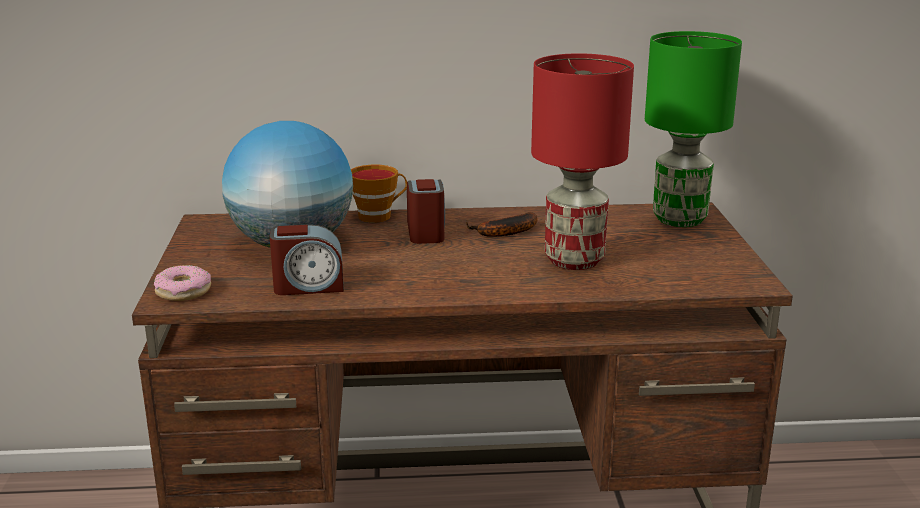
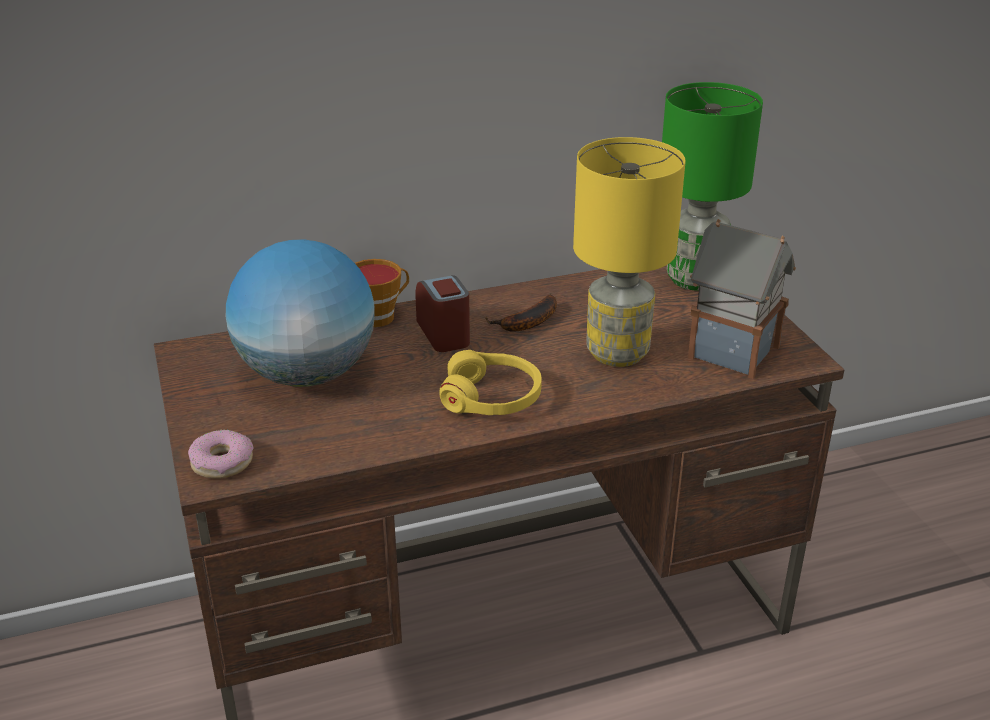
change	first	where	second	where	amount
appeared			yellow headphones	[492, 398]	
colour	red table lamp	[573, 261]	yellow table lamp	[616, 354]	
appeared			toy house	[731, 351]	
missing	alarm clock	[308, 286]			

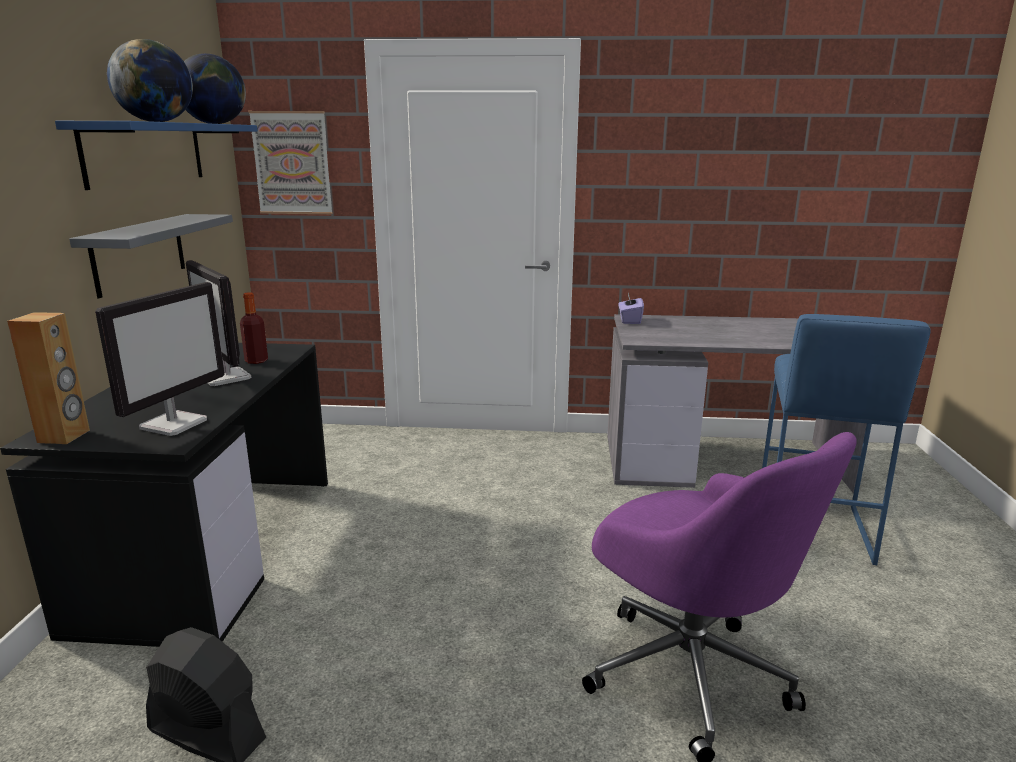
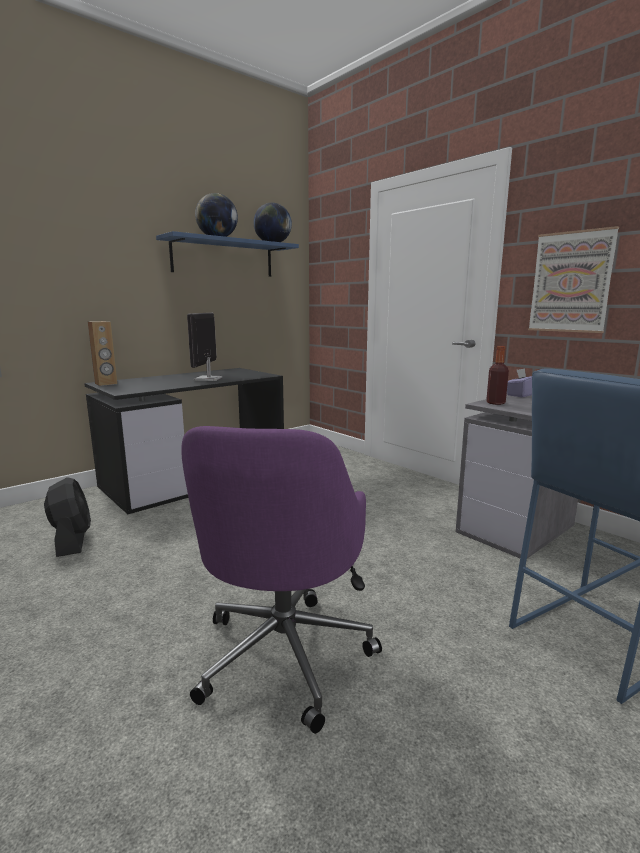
change	first	where	second	where	amount
relocated	bottle	[256, 361]		[495, 403]	
relocated	picture	[292, 163]		[571, 282]	
missing	grey shelf	[140, 253]			
missing	monitor	[174, 424]			

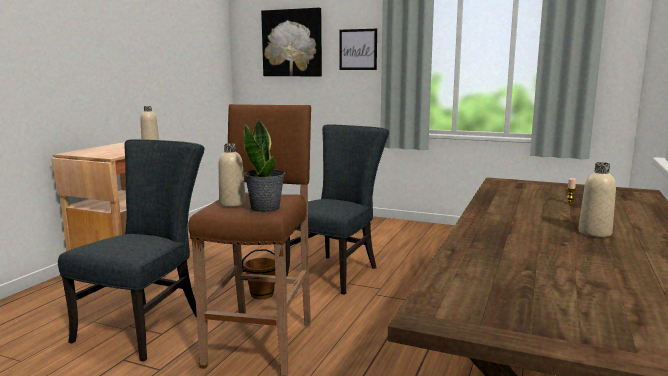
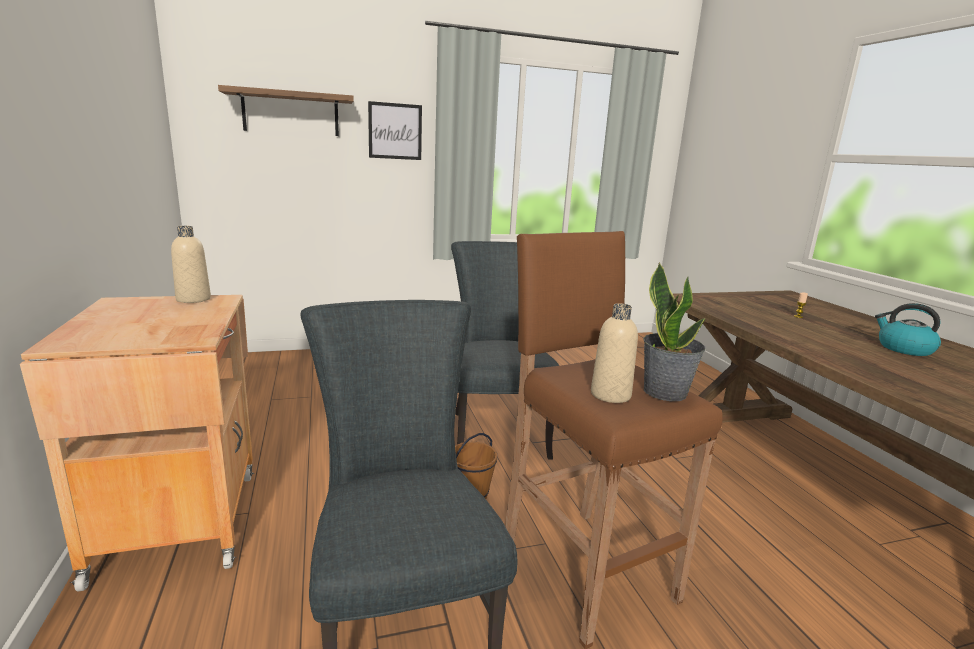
change	first	where	second	where	amount
exchanged	picture	[292, 43]	shelf	[291, 113]	
exchanged	beige bottle	[594, 233]	kettle	[903, 349]	

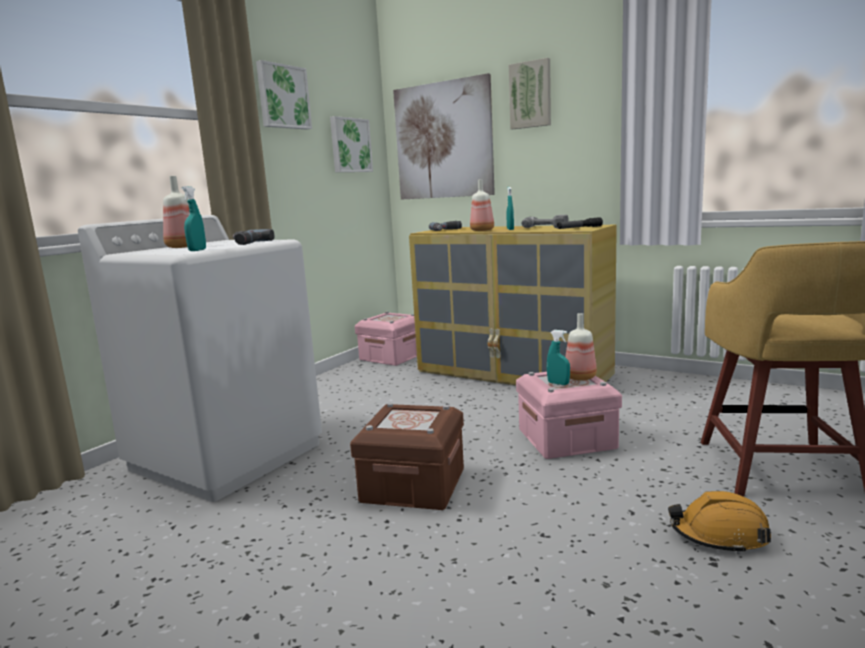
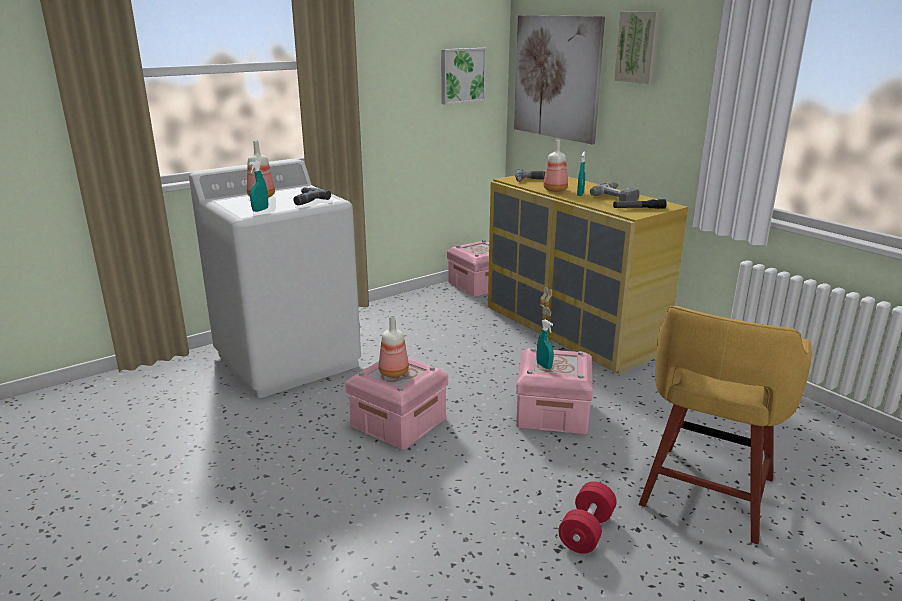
change	first	where	second	where	amount
colour	brown storage box	[413, 485]	pink storage box	[398, 423]	
relocated	bottle	[579, 377]		[392, 372]	
exchanged	orange hard hat	[719, 535]	red dumbbell	[586, 531]	
missing	picture	[282, 97]			

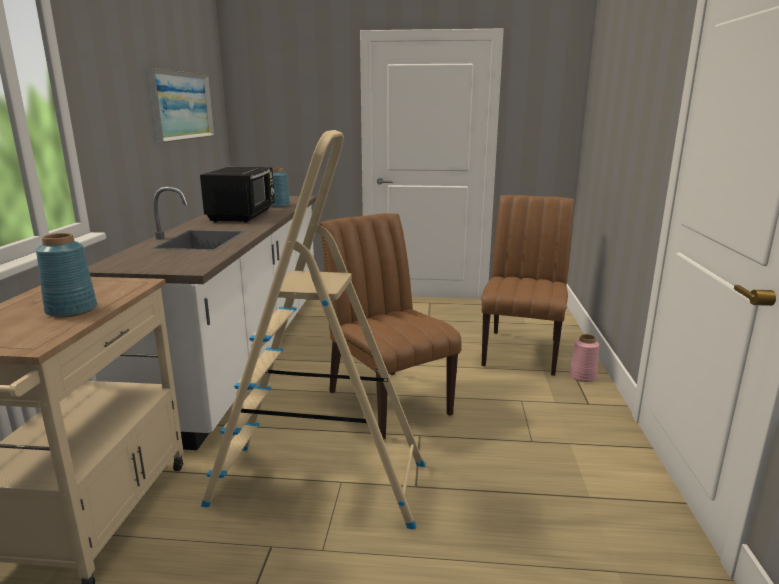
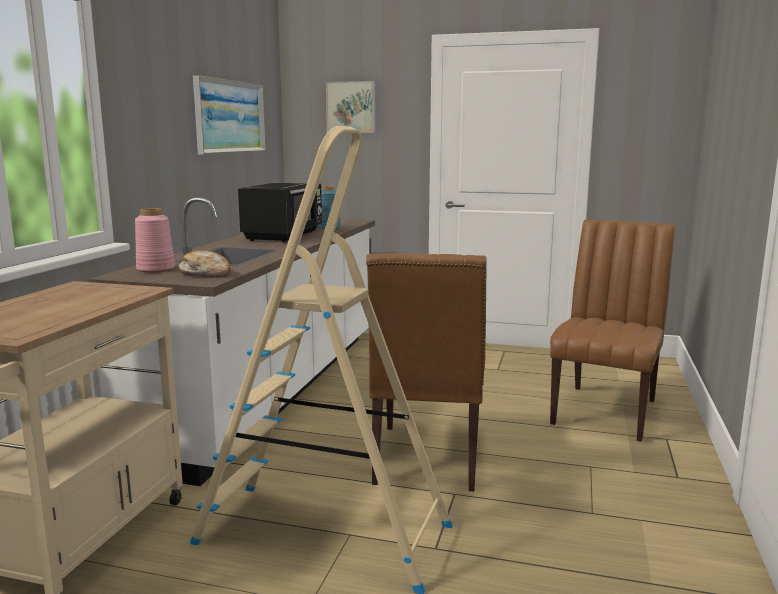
change	first	where	second	where	amount
relocated	pink vase	[583, 377]		[155, 269]	
appeared			bread	[206, 273]	
appeared			picture	[351, 107]	
spun	brown chair	[389, 403]		[427, 456]	150 degrees counterclockwise
missing	blue vase	[71, 310]			

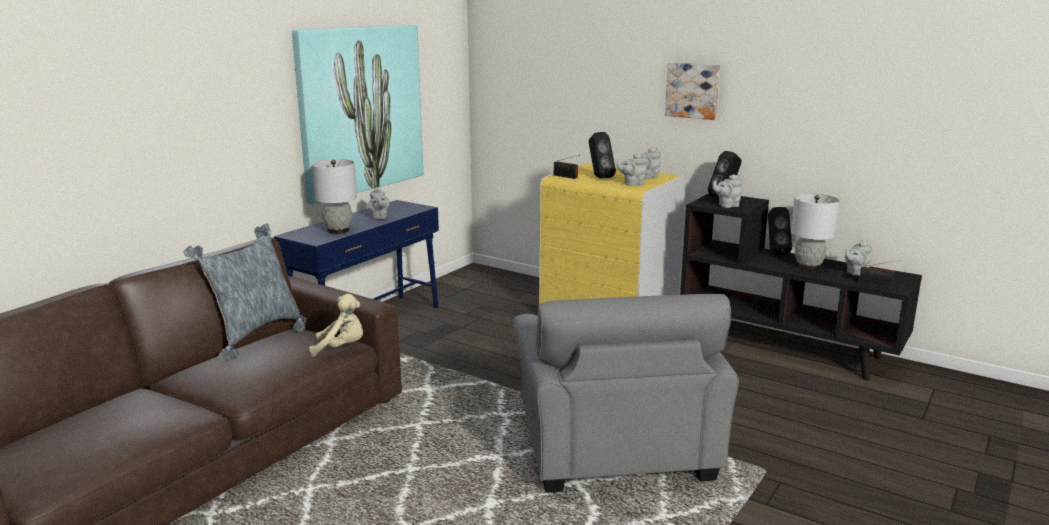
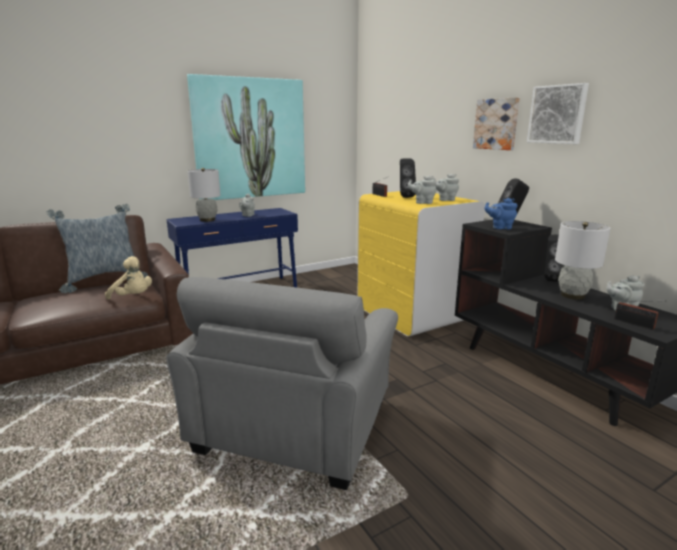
change	first	where	second	where	amount
colour	grey teapot	[727, 205]	blue teapot	[500, 227]	
appeared			picture	[557, 114]	

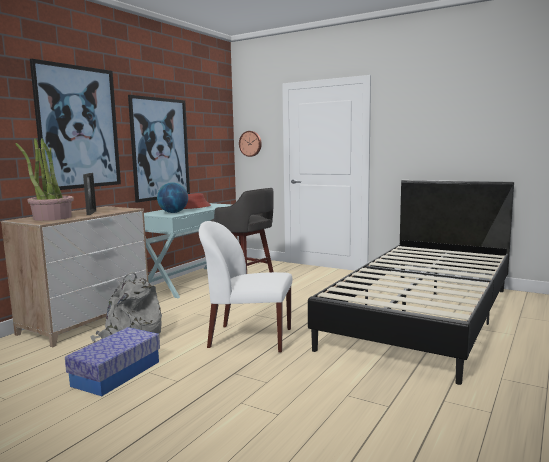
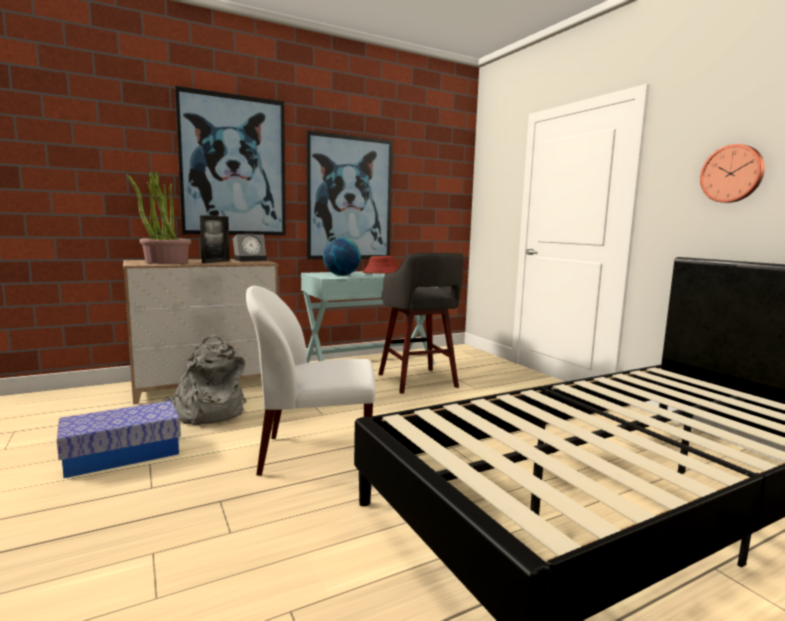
change	first	where	second	where	amount
appeared			alarm clock	[251, 260]	
spun	white chair	[248, 338]		[314, 454]	45 degrees counterclockwise
relocated	wall clock	[250, 143]		[732, 174]	

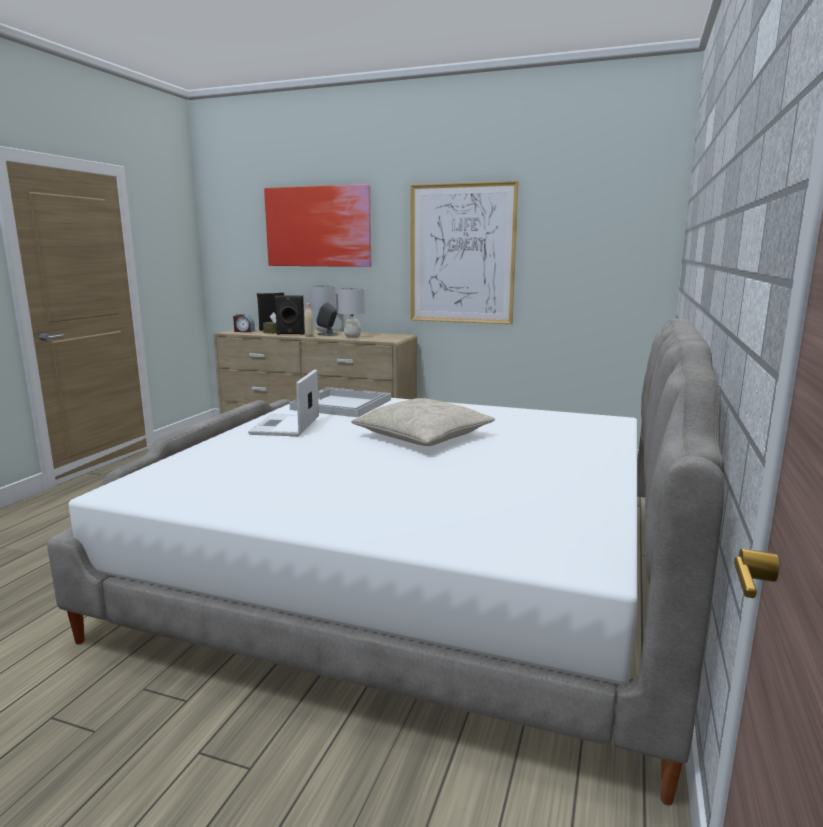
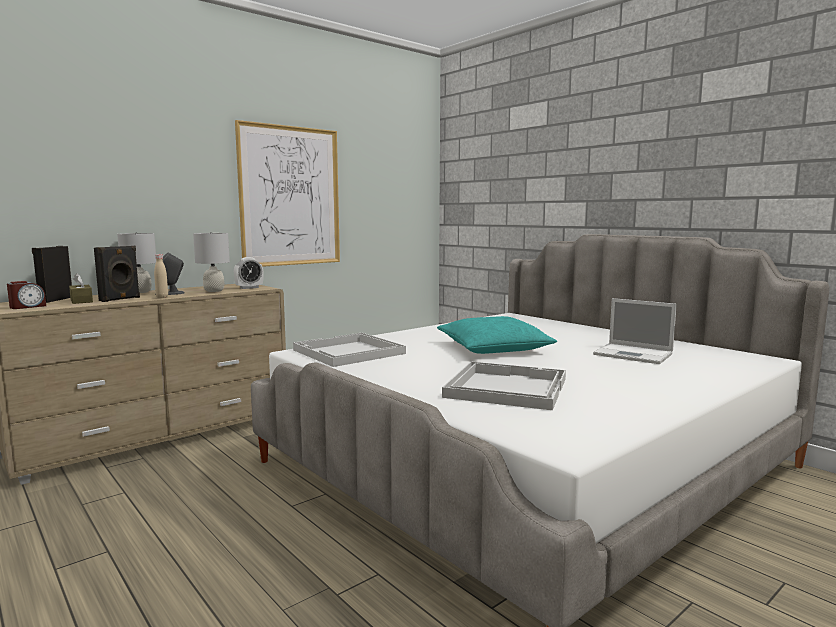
change	first	where	second	where	amount
appeared			alarm clock	[249, 288]	
colour	beige pillow	[423, 436]	turquoise pillow	[494, 348]	
appeared			white tray	[506, 387]	
relocated	laptop	[285, 426]		[634, 354]	
missing	picture	[318, 227]			

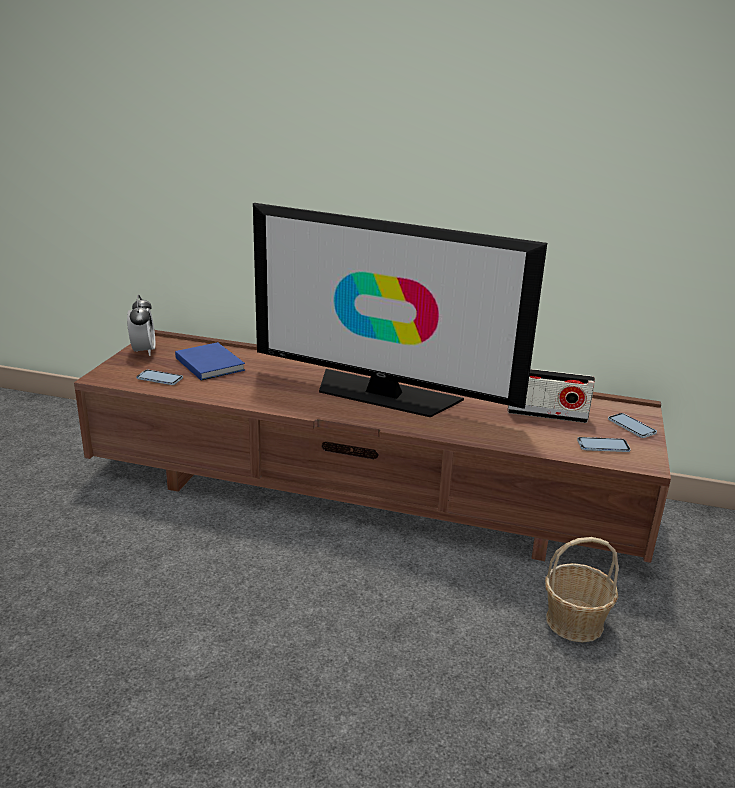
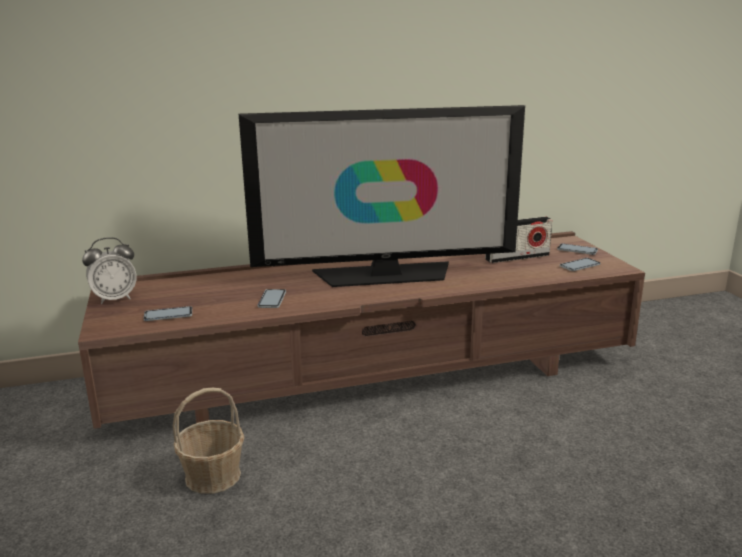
change	first	where	second	where	amount
spun	alarm clock	[143, 351]		[115, 299]	105 degrees clockwise
relocated	basket	[575, 622]		[213, 476]	
appeared			phone	[272, 300]	
missing	blue book	[210, 363]			

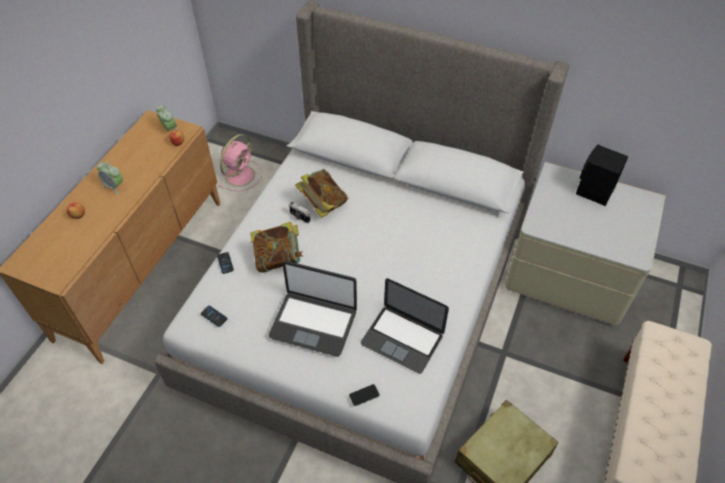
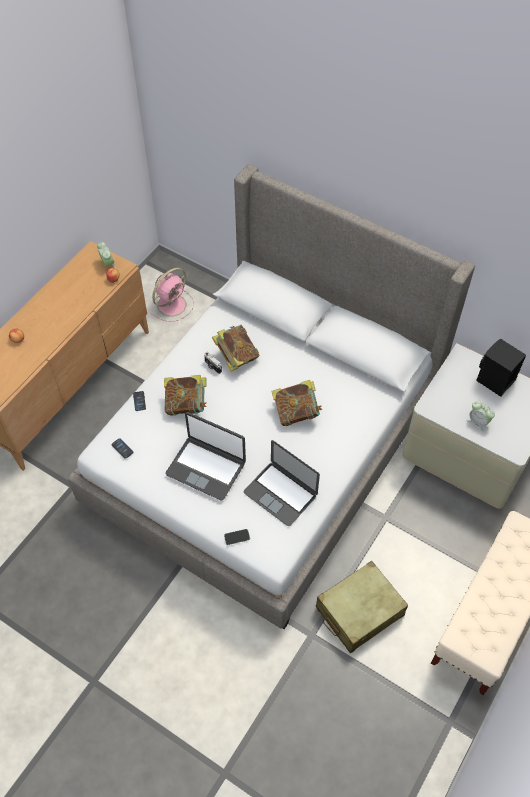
change	first	where	second	where	amount
appeared			book	[296, 412]	
relocated	alarm clock	[114, 186]		[478, 422]	

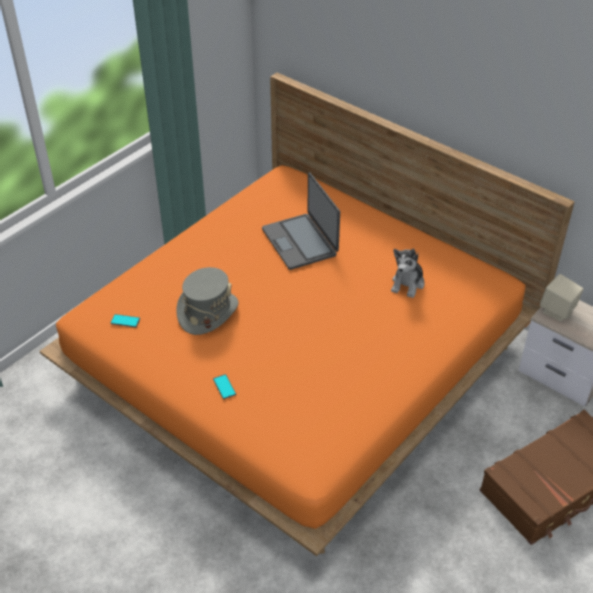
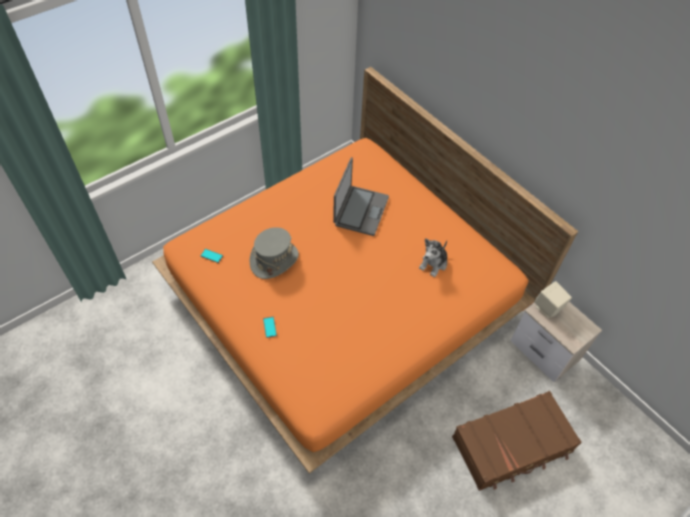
change	first	where	second	where	amount
spun	laptop	[300, 242]		[360, 211]	150 degrees counterclockwise

